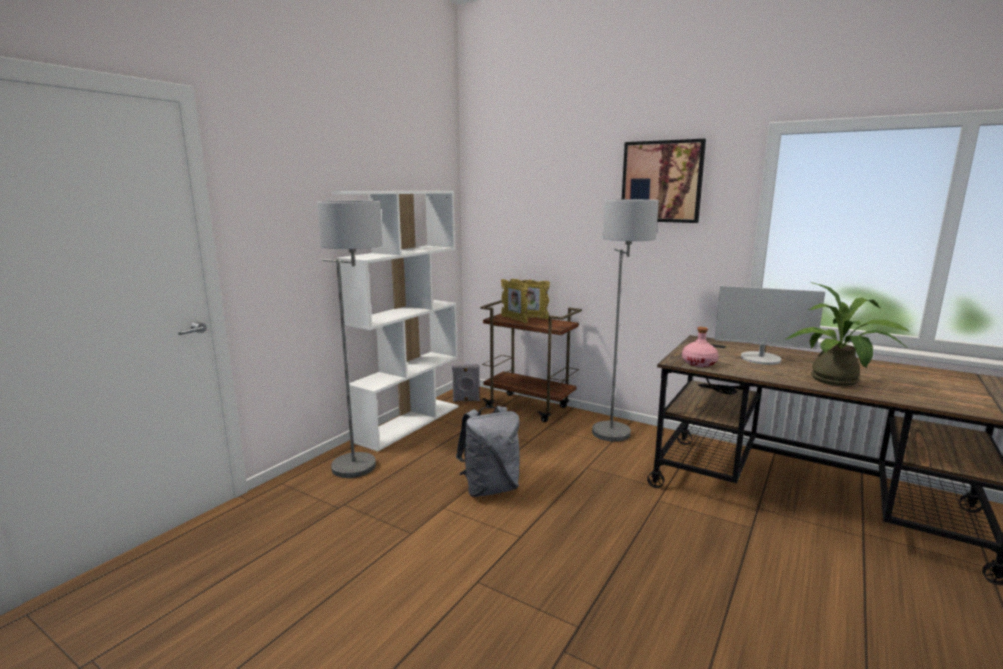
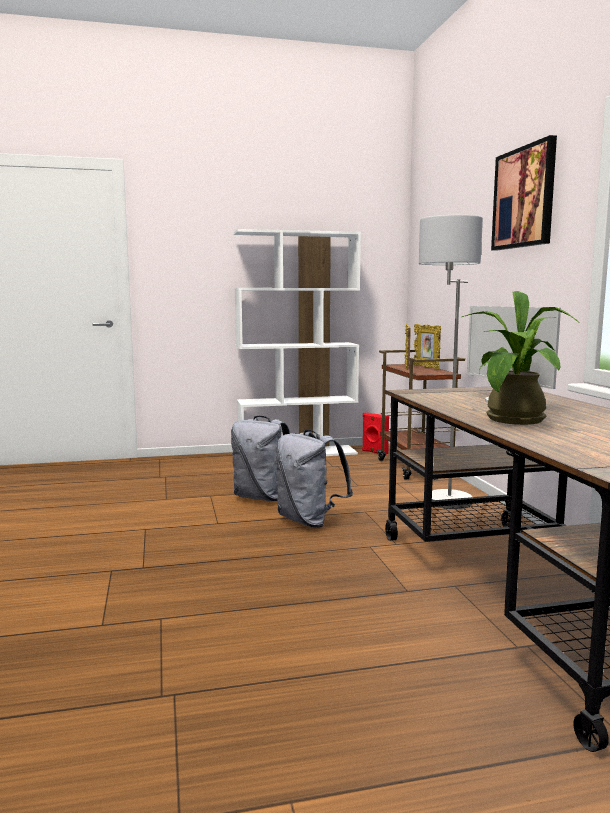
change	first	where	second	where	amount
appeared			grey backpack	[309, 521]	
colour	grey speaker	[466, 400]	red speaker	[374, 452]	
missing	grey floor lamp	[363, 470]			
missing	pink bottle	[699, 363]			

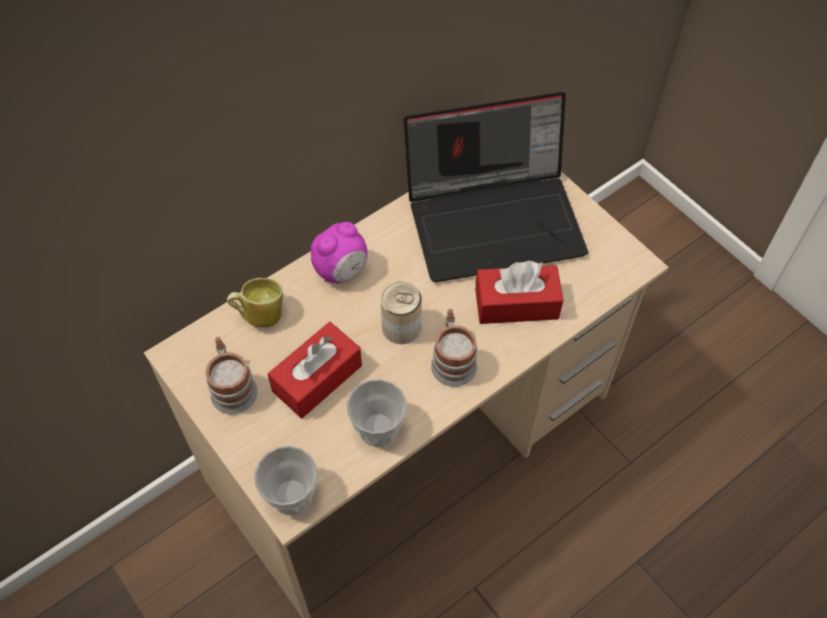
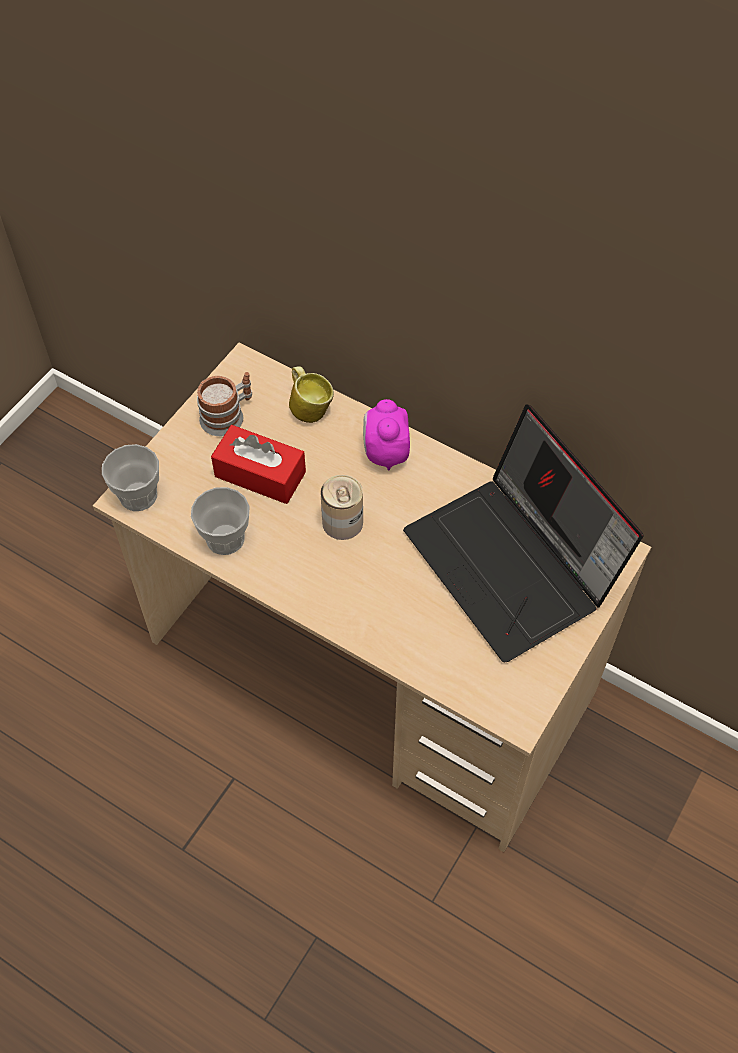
change	first	where	second	where	amount
spun	alarm clock	[341, 271]		[385, 453]	60 degrees clockwise
missing	mug	[452, 359]			
missing	red tissue box	[516, 304]			

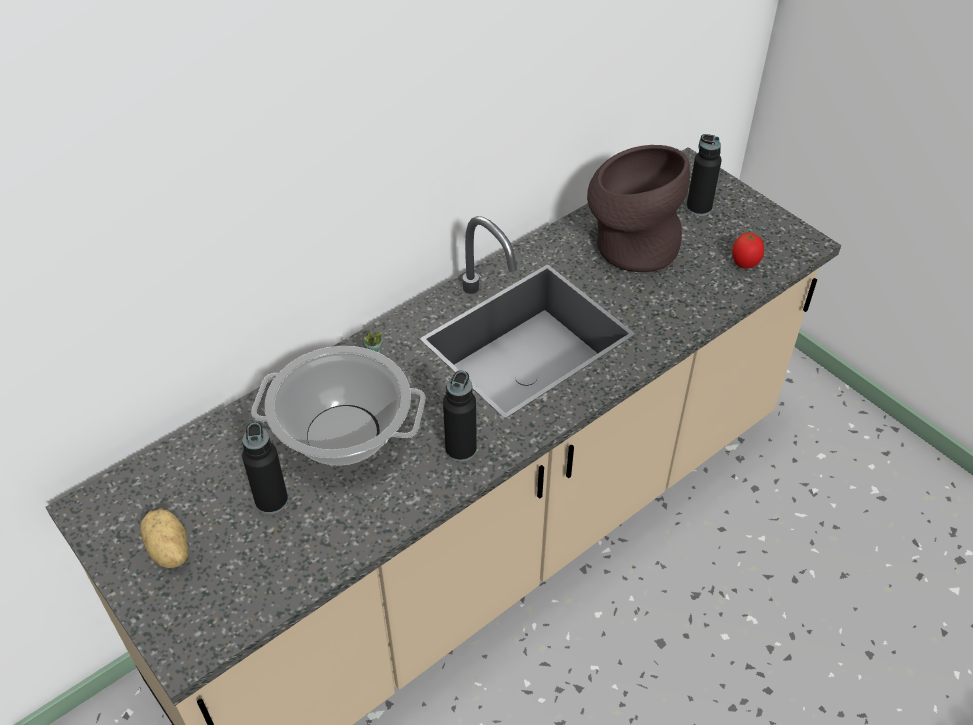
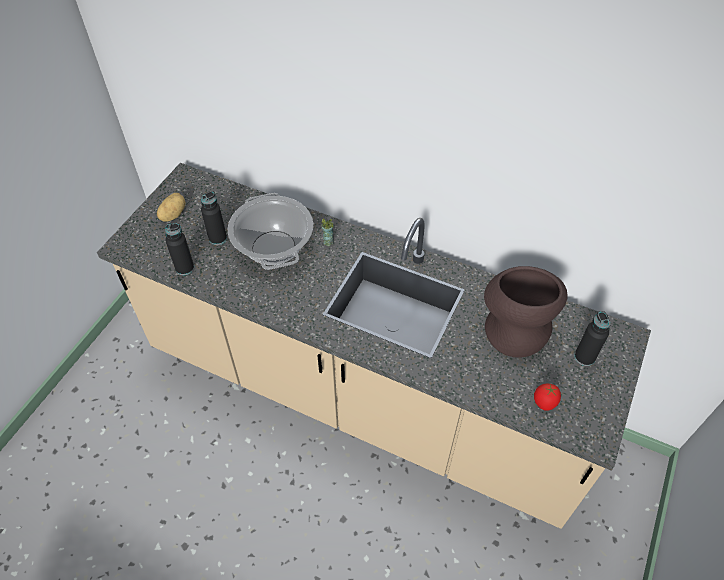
change	first	where	second	where	amount
relocated	black bottle	[461, 449]		[185, 268]	

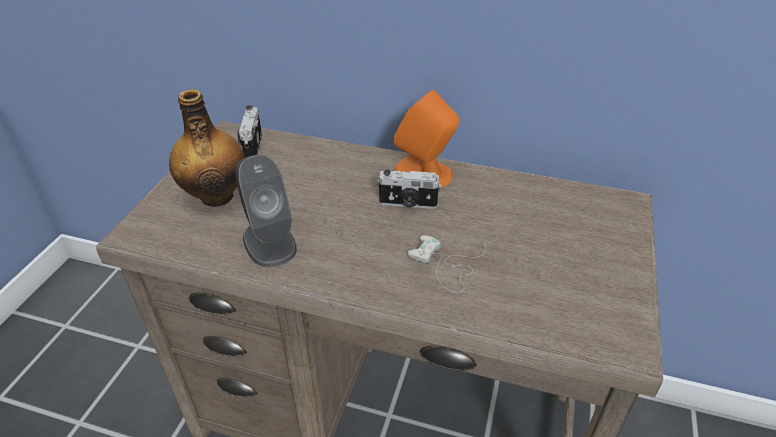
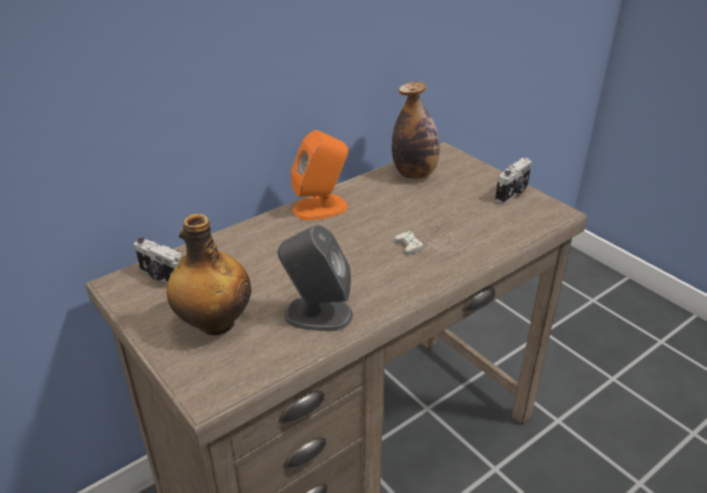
change	first	where	second	where	amount
appeared			bottle	[414, 174]	
relocated	photo camera	[408, 204]		[513, 193]	

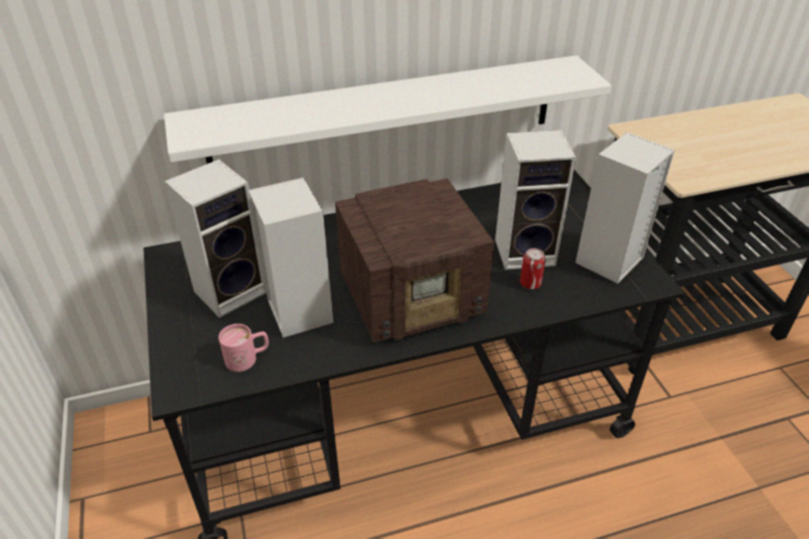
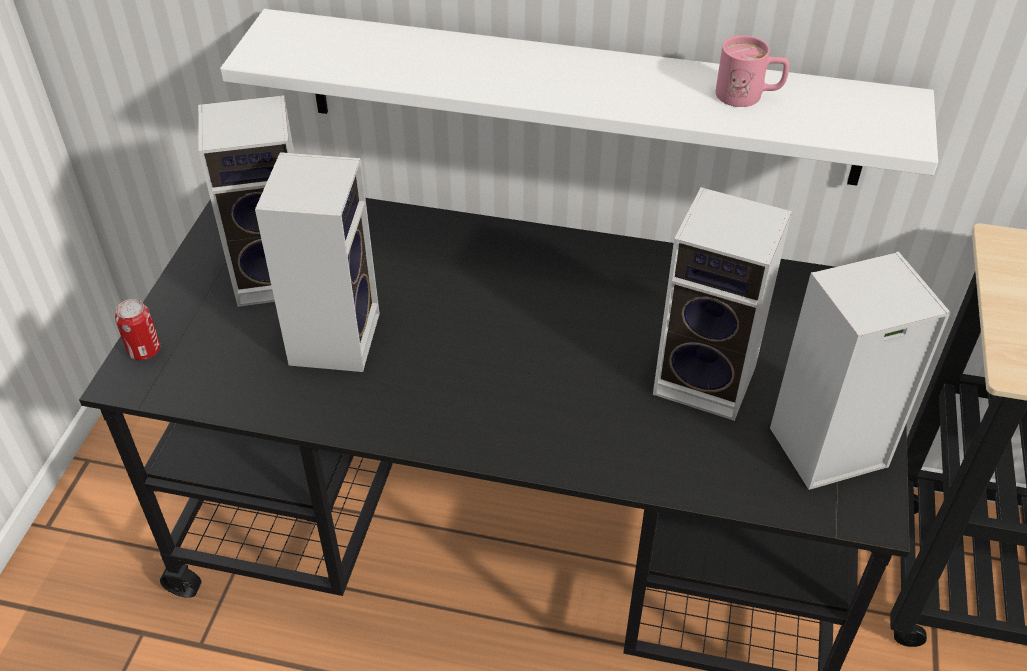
change	first	where	second	where	amount
relocated	can	[530, 283]		[144, 350]	
relocated	pink mug	[248, 358]		[748, 95]	
missing	radio	[414, 297]			

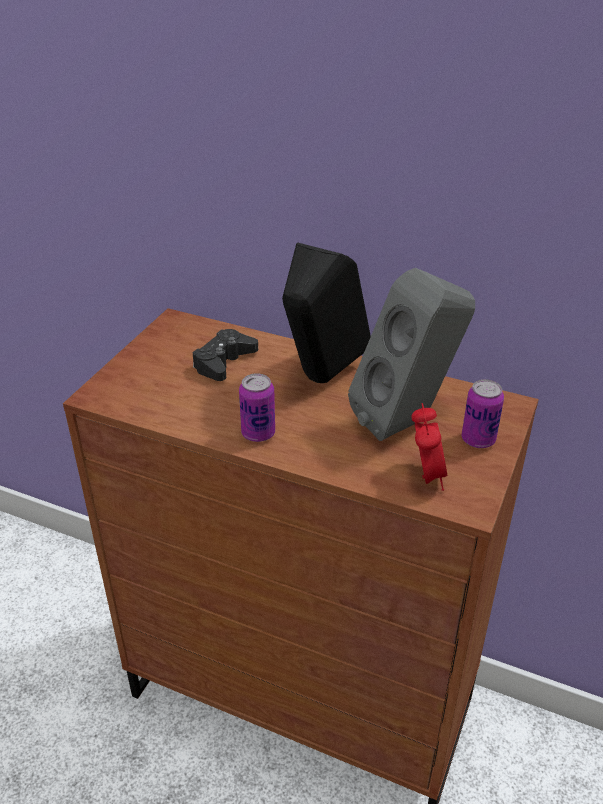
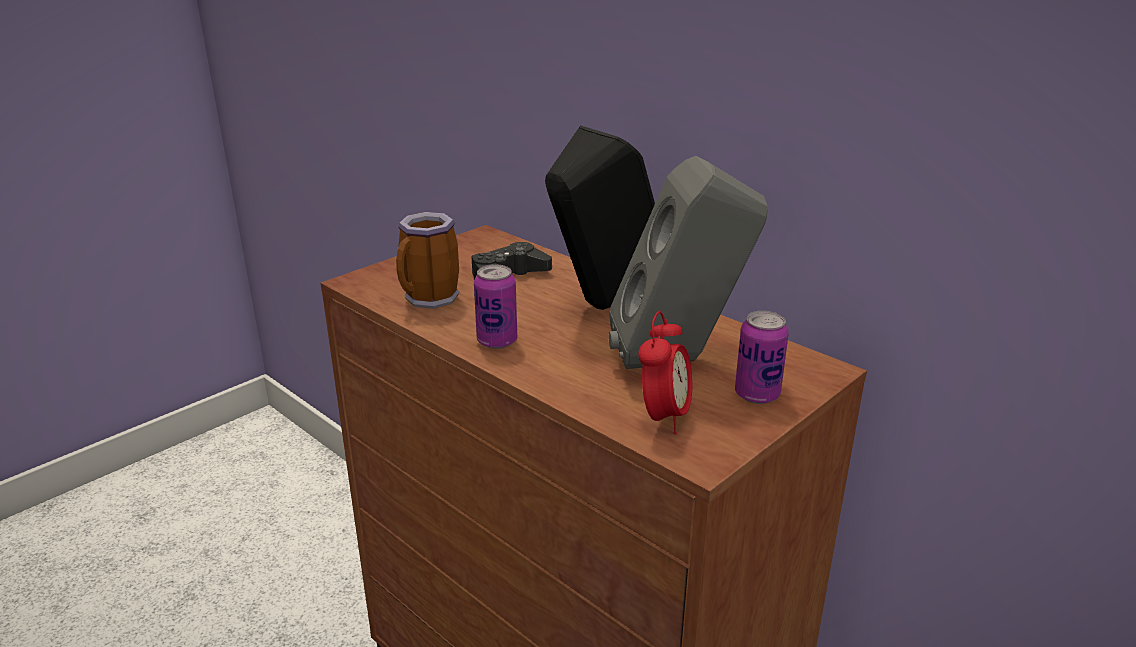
change	first	where	second	where	amount
appeared			mug	[430, 301]	

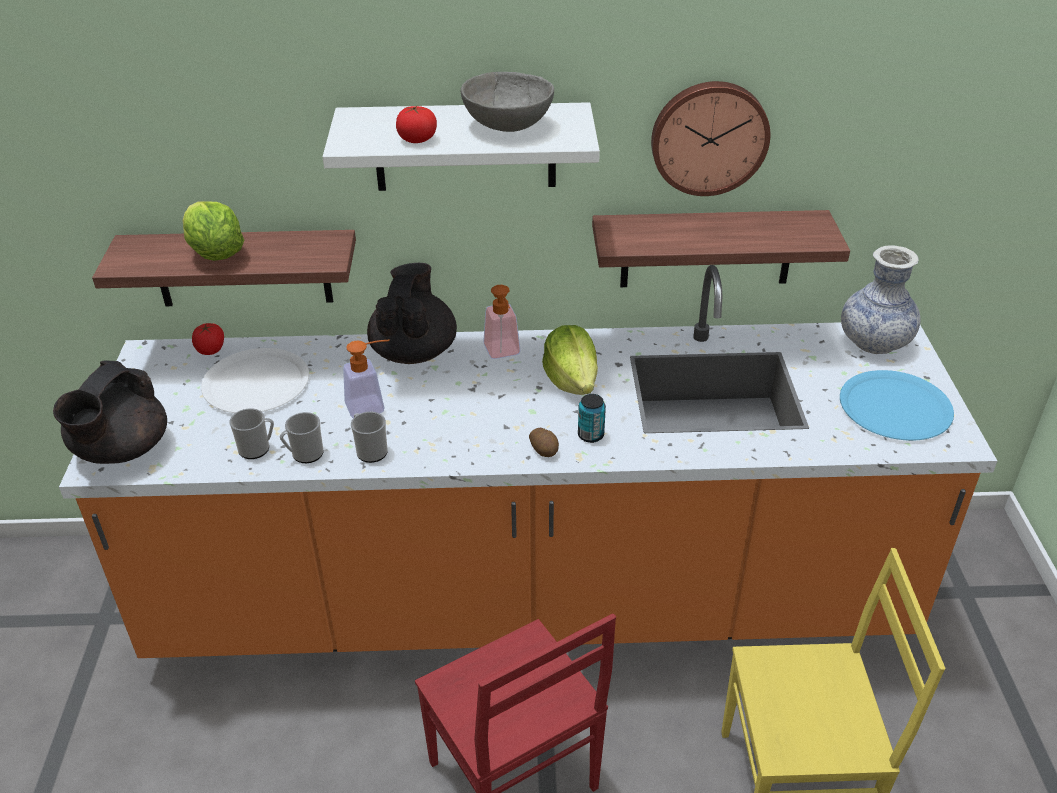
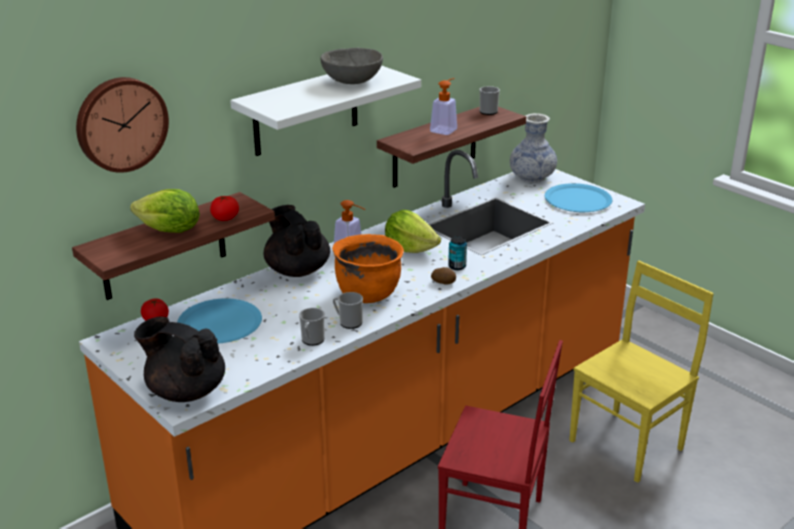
change	first	where	second	where	amount
relocated	wall clock	[709, 137]		[120, 123]	
spun	black teapot	[121, 450]		[185, 391]	135 degrees clockwise
colour	white plate	[256, 383]	blue plate	[219, 323]	
relocated	tomato	[417, 140]		[225, 218]	
appeared			orange cooking pot	[368, 294]	
relocated	soap dispenser	[372, 406]		[445, 129]	
relocated	mug	[257, 449]		[490, 111]	

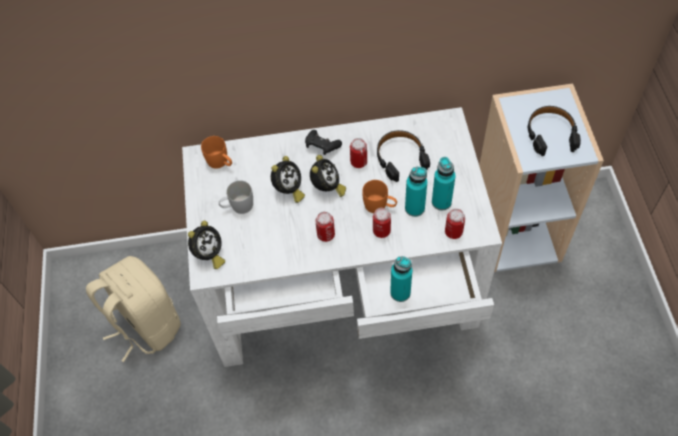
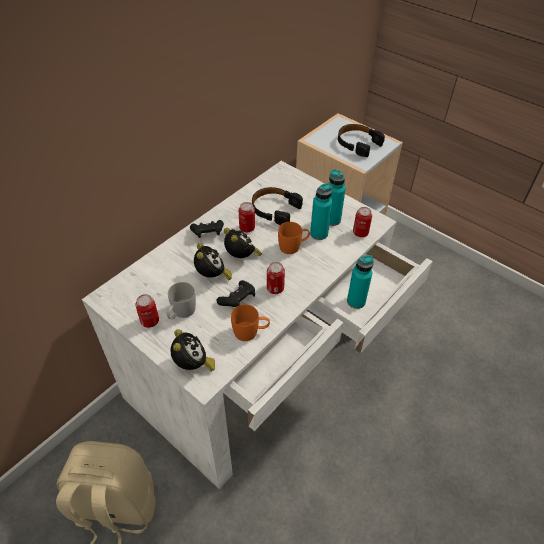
change	first	where	second	where	amount
relocated	can	[381, 231]		[150, 321]	
appeared			black game controller	[238, 300]	
relocated	orange mug	[221, 163]		[250, 332]	

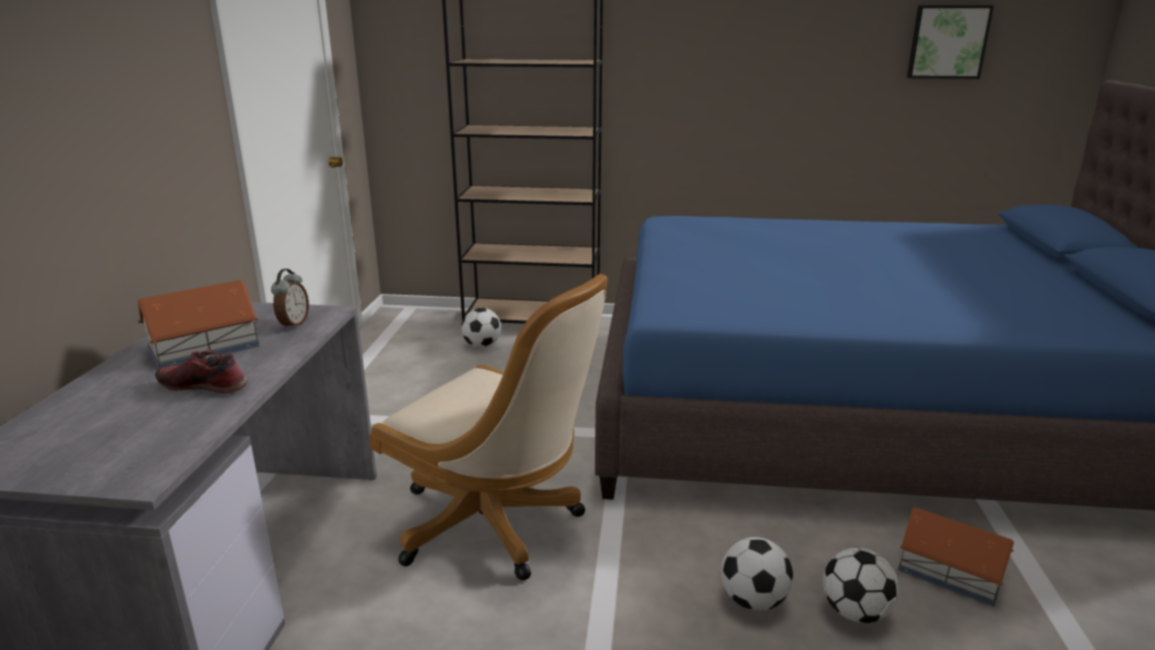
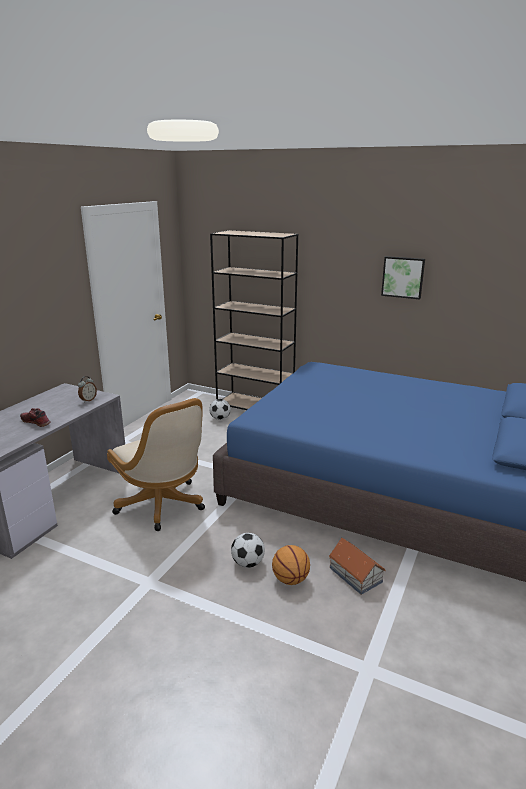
change	first	where	second	where	amount
exchanged	football	[855, 612]	basketball	[290, 579]	
relocated	picture	[947, 42]		[403, 277]	
missing	toy house	[205, 347]			

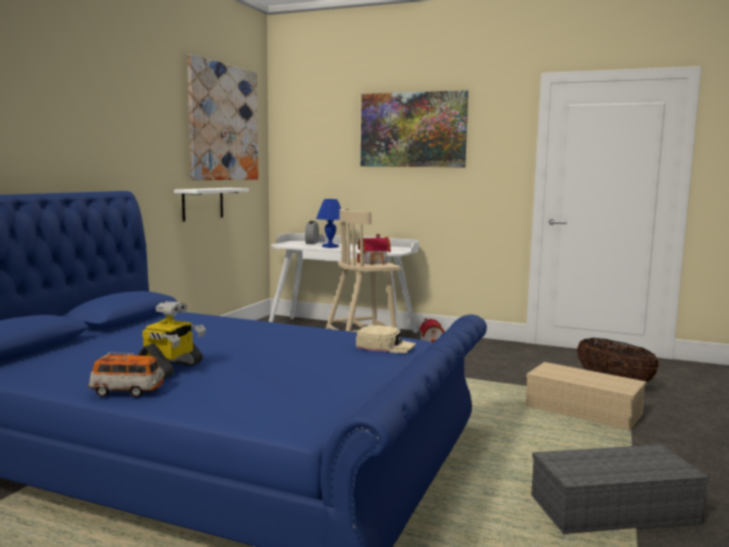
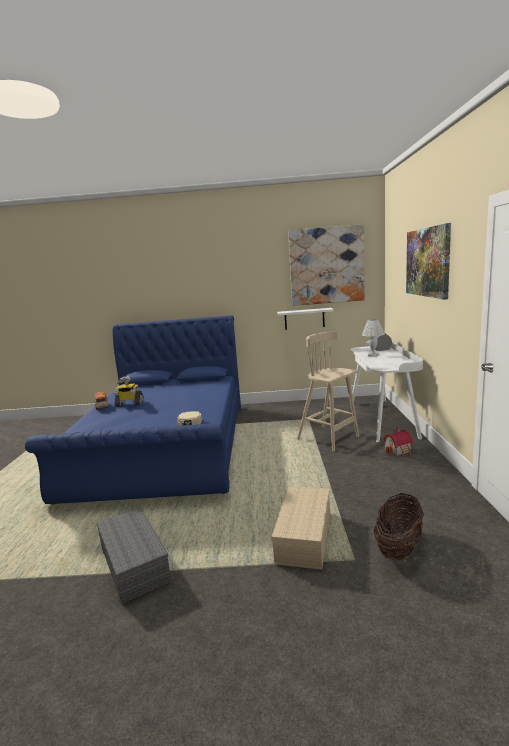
change	first	where	second	where	amount
colour	blue table lamp	[330, 247]	white table lamp	[372, 355]	
missing	toy house	[375, 262]			

